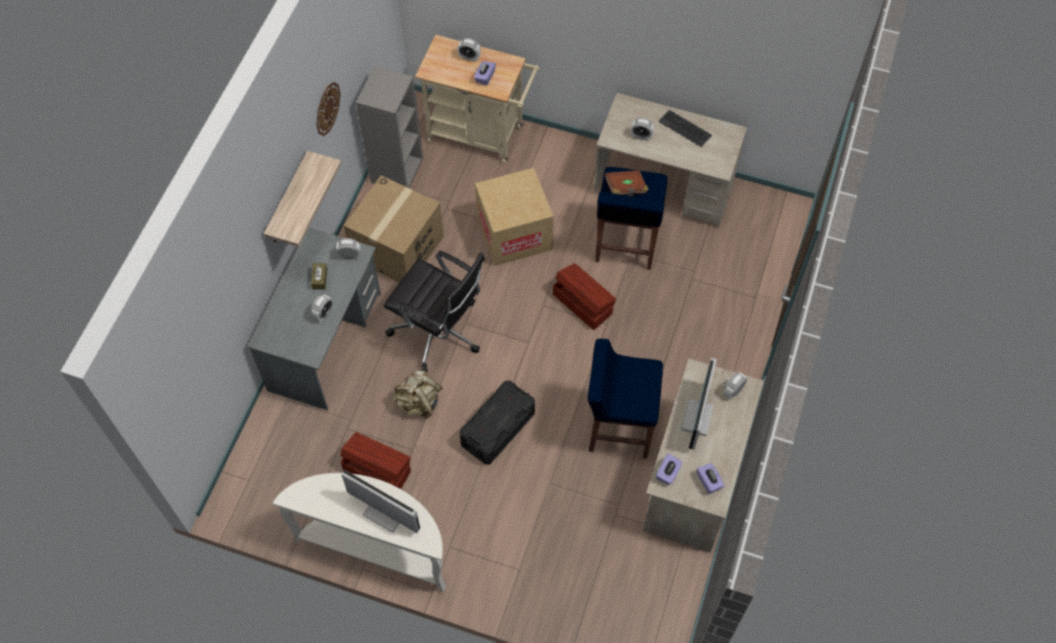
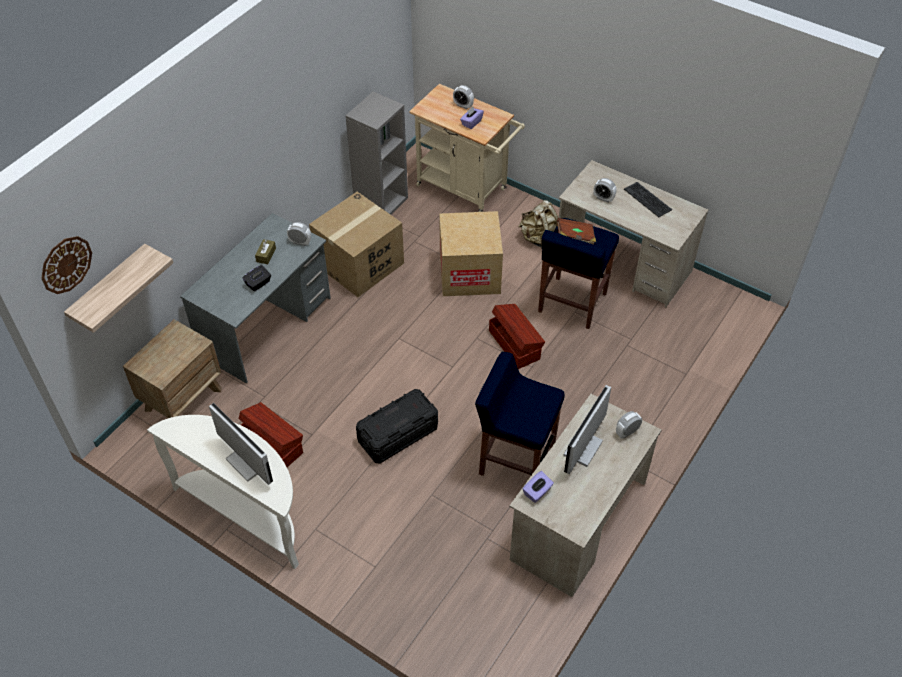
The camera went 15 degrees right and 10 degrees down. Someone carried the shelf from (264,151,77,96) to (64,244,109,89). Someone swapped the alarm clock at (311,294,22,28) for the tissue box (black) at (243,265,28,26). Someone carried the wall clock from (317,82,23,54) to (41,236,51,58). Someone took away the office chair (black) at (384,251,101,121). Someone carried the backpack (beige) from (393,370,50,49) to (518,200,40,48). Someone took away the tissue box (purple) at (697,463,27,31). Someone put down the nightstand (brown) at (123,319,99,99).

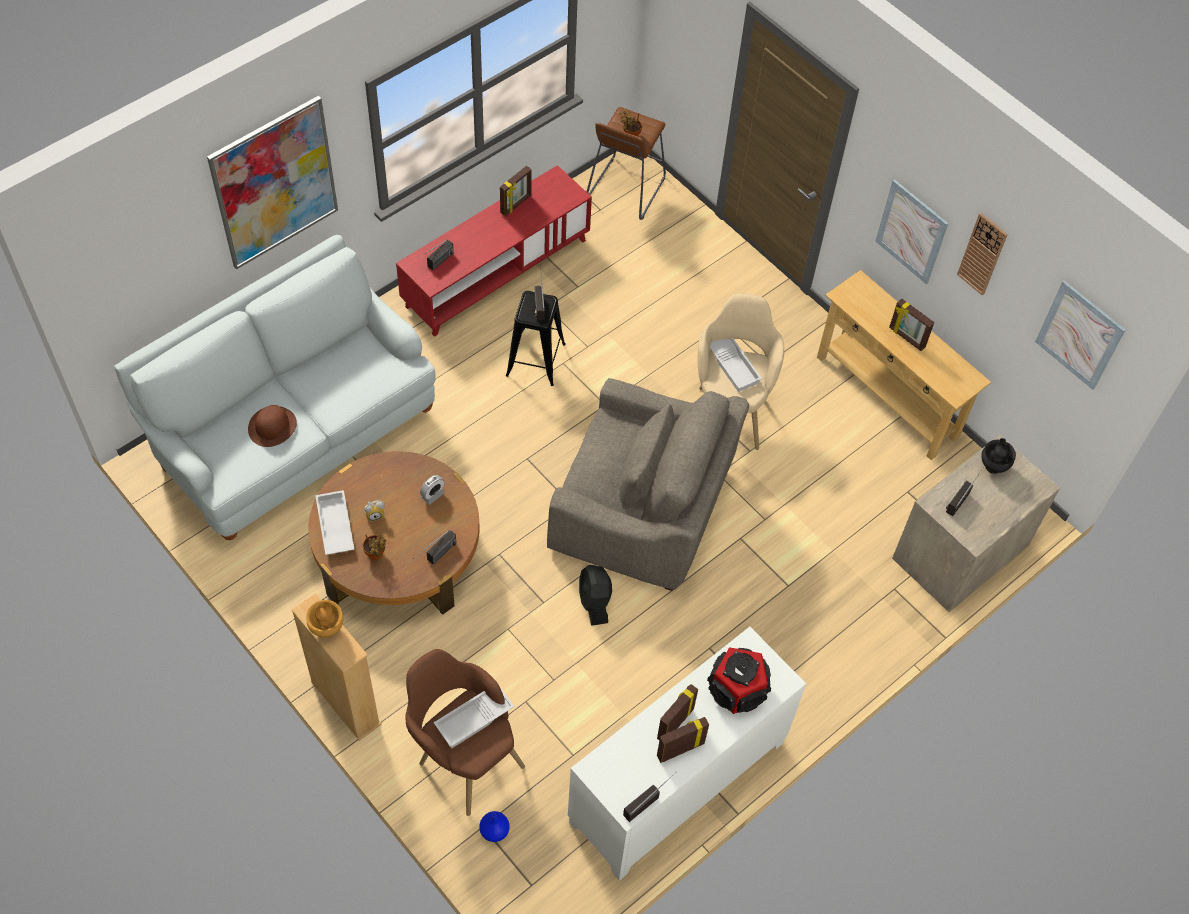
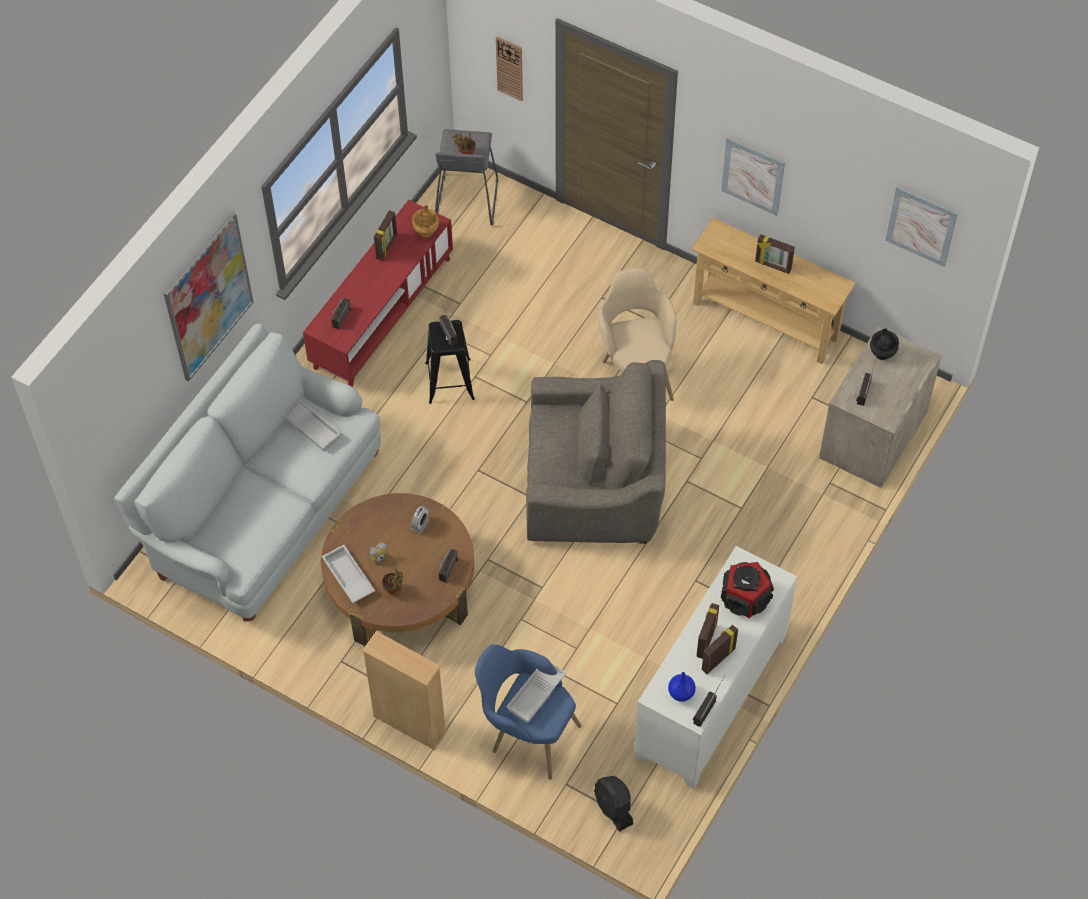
The camera went 15 degrees left and 0 degrees up. Someone took away the hat (brown) at (248,405,49,42). Someone carried the vase (brown) from (306,600,38,37) to (412,205,27,32). Someone repainted the armchair (brown) at (405,649,120,167), which became the armchair (blue) at (475,644,107,136). Someone carried the vase (blue) from (479,811,31,31) to (668,672,28,30). Someone carried the fan (black) from (579,565,33,61) to (594,776,39,56). Someone repainted the stool (brown) at (586,107,80,113), which became the stool (grey) at (435,129,63,96). Someone carried the tray (white) from (710,338,52,54) to (285,400,56,51). Someone carried the wall clock from (957,213,51,83) to (496,37,27,64).

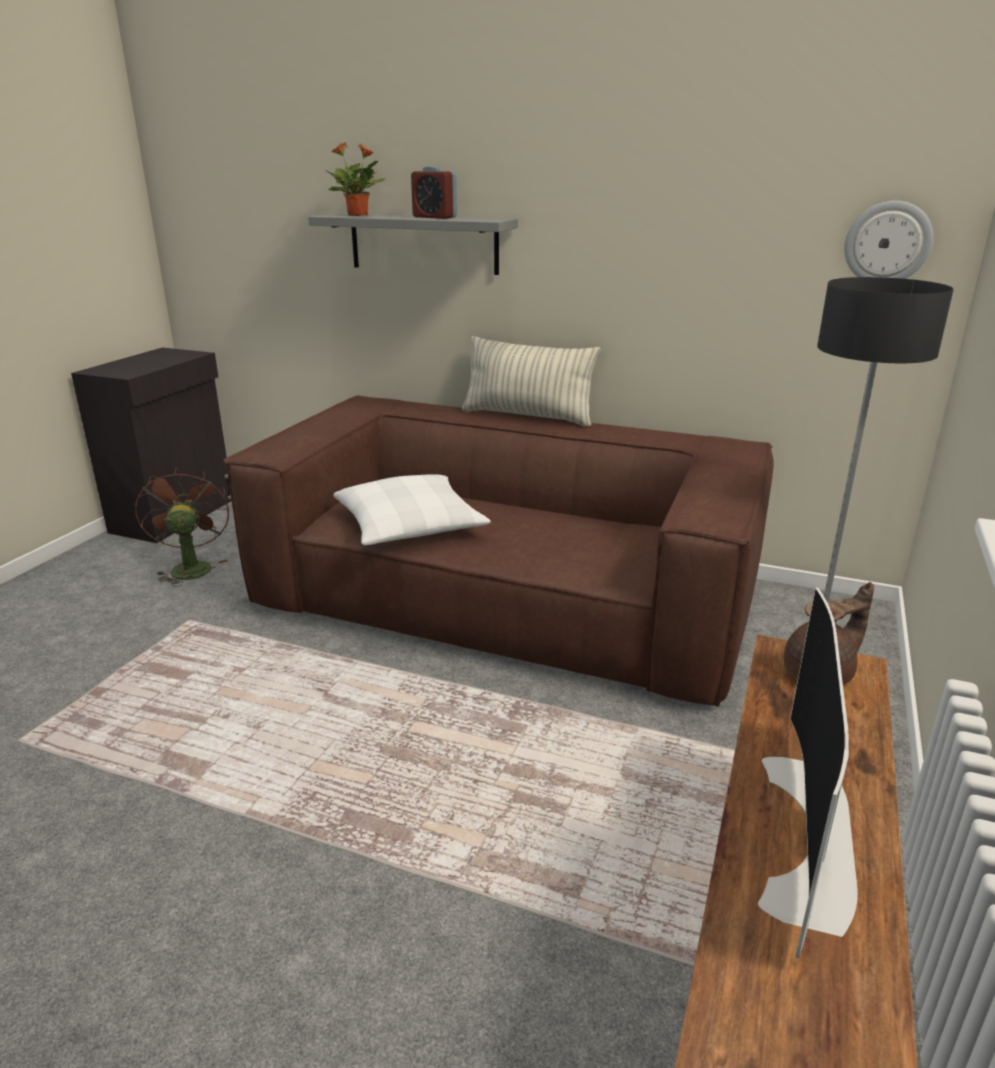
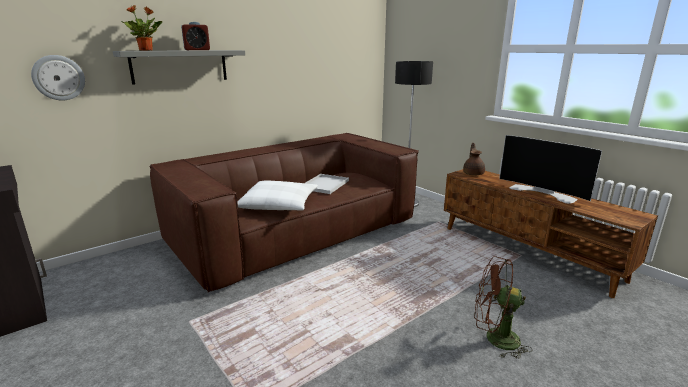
The camera went 60 degrees left and 5 degrees down. Someone carried the fan (brown) from (135,467,94,120) to (474,256,58,103). Someone took away the pillow at (462,336,139,91). Someone carried the wall clock from (844,201,89,78) to (31,55,54,46). Someone put down the tray (white) at (305,174,44,20).

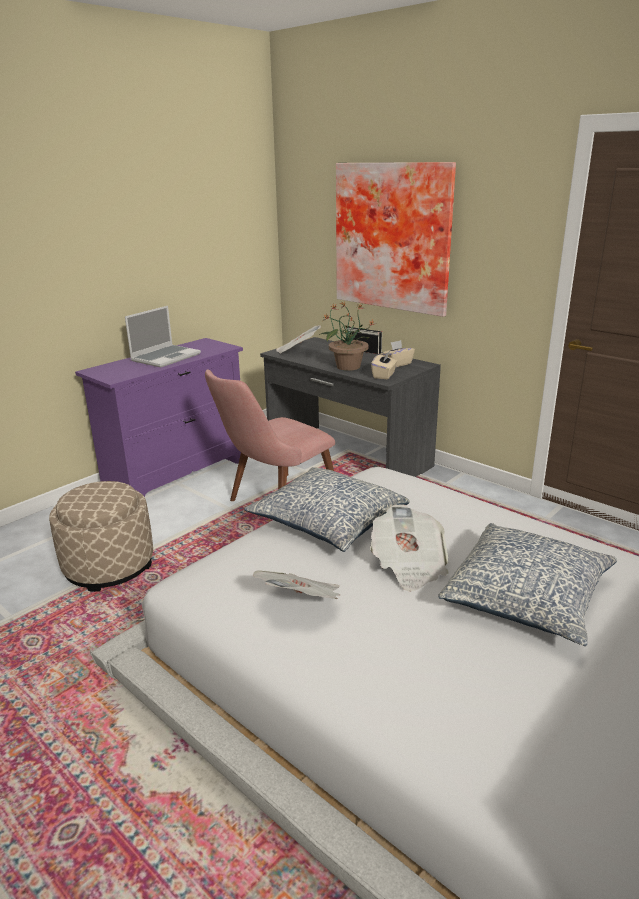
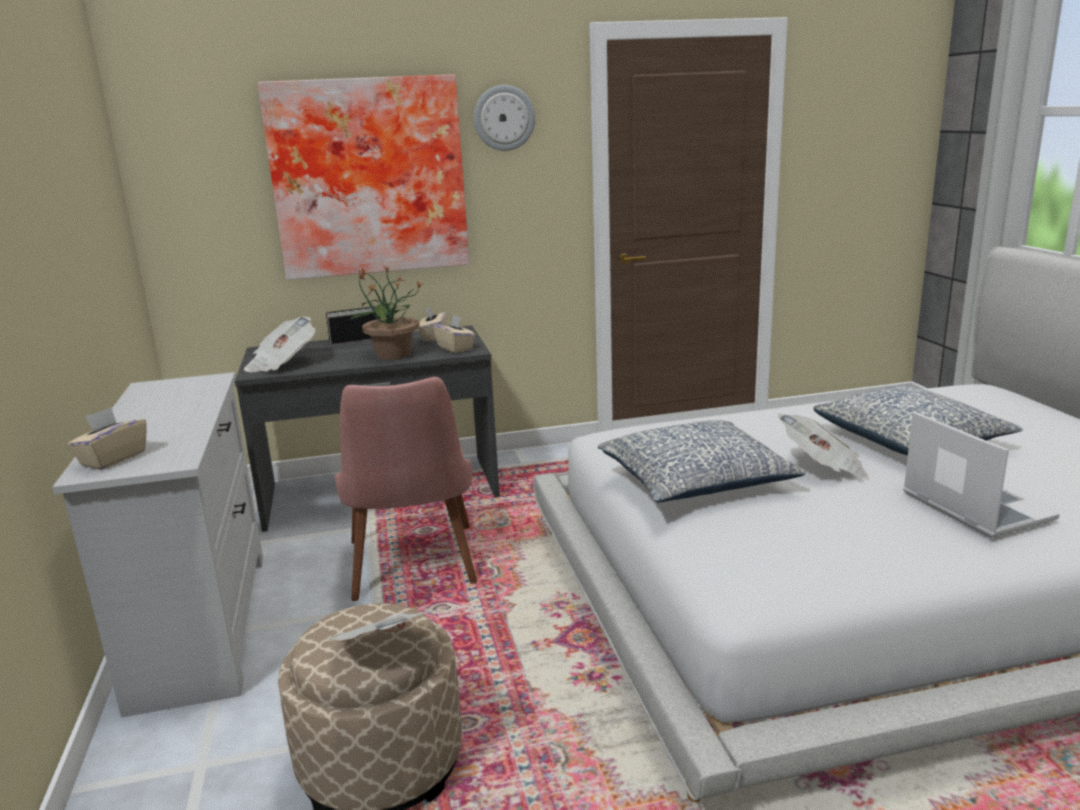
The camera went 55 degrees left and 5 degrees down. Someone repainted the dresser (purple) at (75,338,168,159), which became the dresser (white) at (52,372,211,345). Someone carried the laptop from (125,306,76,61) to (903,412,157,126). Someone carried the newspaper from (253,570,87,29) to (328,609,115,32). Someone put down the tissue box (beige) at (67,407,80,63). Someone put up the wall clock at (474,85,61,66).

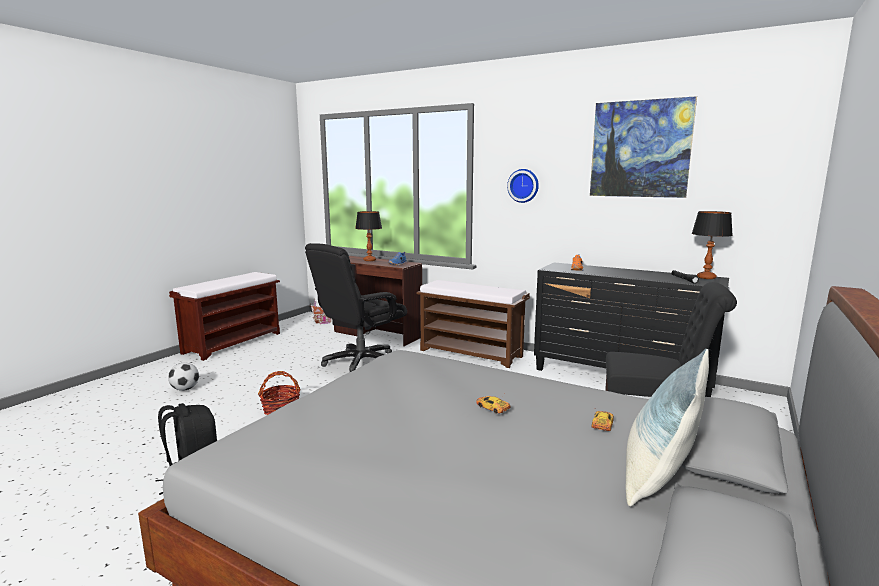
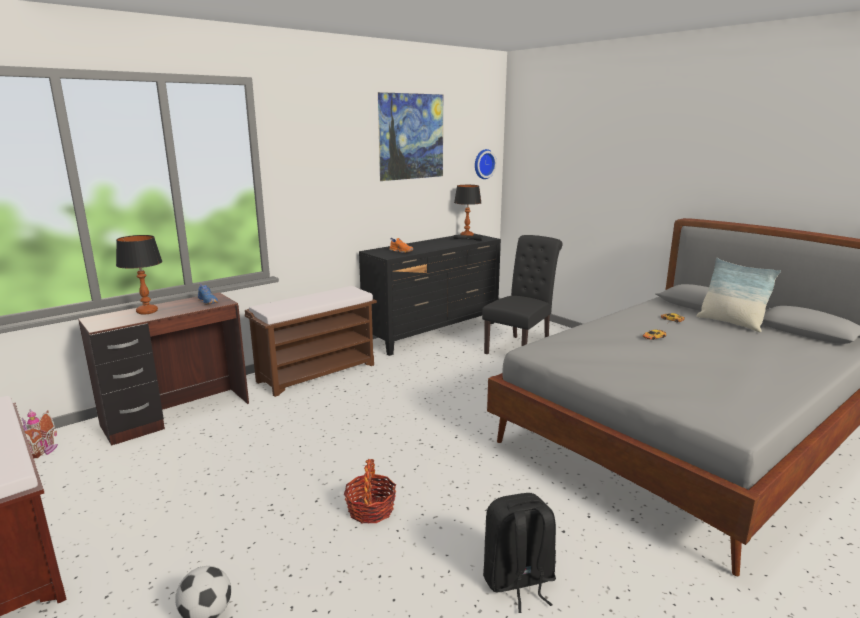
The camera went 70 degrees left and 5 degrees up. Someone took away the office chair (black) at (305,243,102,129). Someone carried the wall clock from (507,169,32,34) to (475,149,22,30).

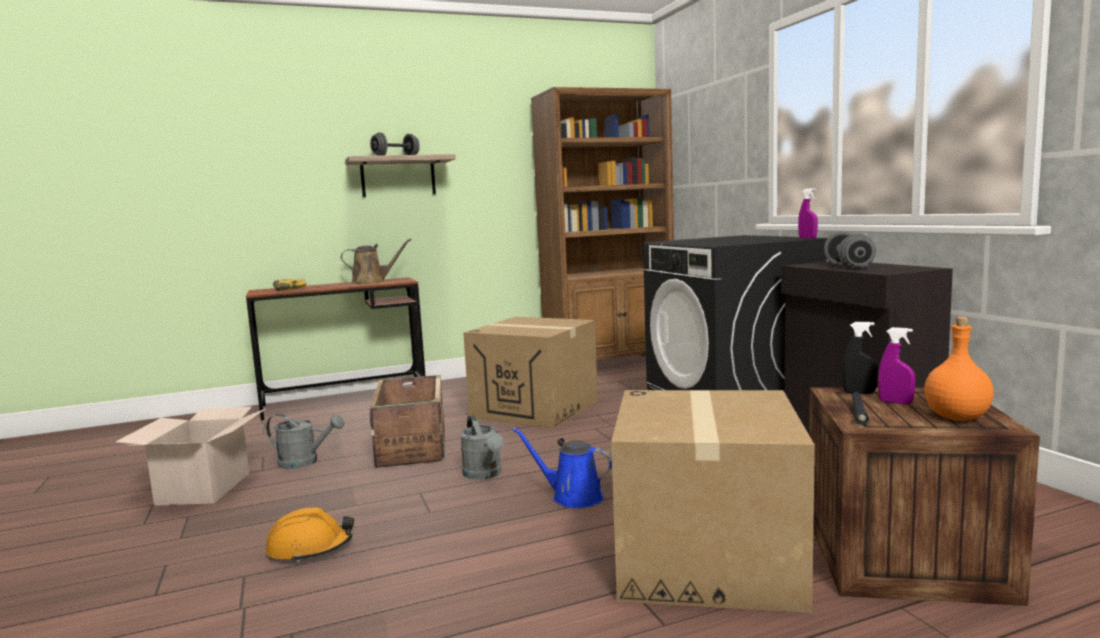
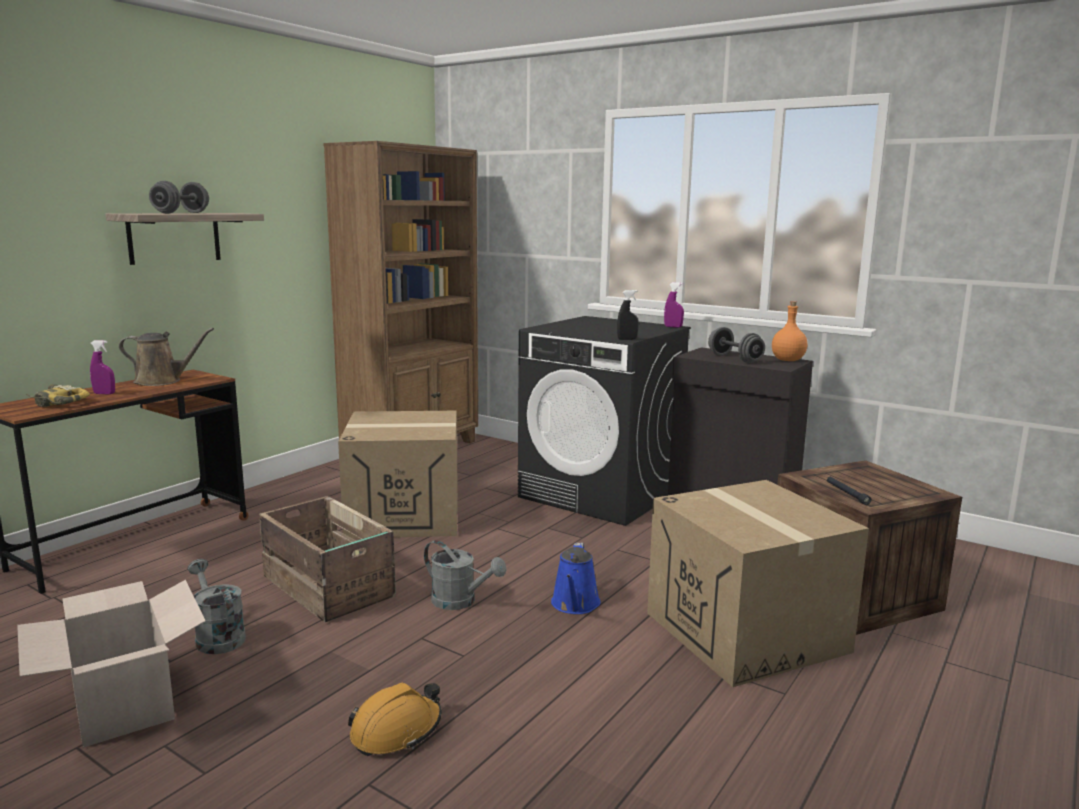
The camera went 35 degrees left and 5 degrees up. Someone rotated the watering can (grey) at (266,414,78,55) by 105 degrees counterclockwise. Someone rotated the watering can (brown) at (341,238,71,46) by 45 degrees clockwise. Someone rotated the watering can (blue) at (512,428,100,80) by 75 degrees counterclockwise. Someone carried the spray bottle (black) from (842,322,36,72) to (617,290,22,50). Someone carried the spray bottle (purple) from (878,327,38,77) to (90,340,25,55). Someone carried the bottle (orange) from (924,317,70,104) to (772,301,35,60).

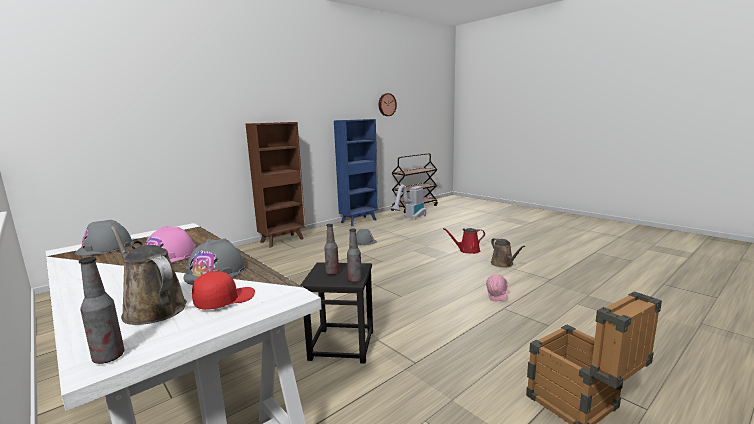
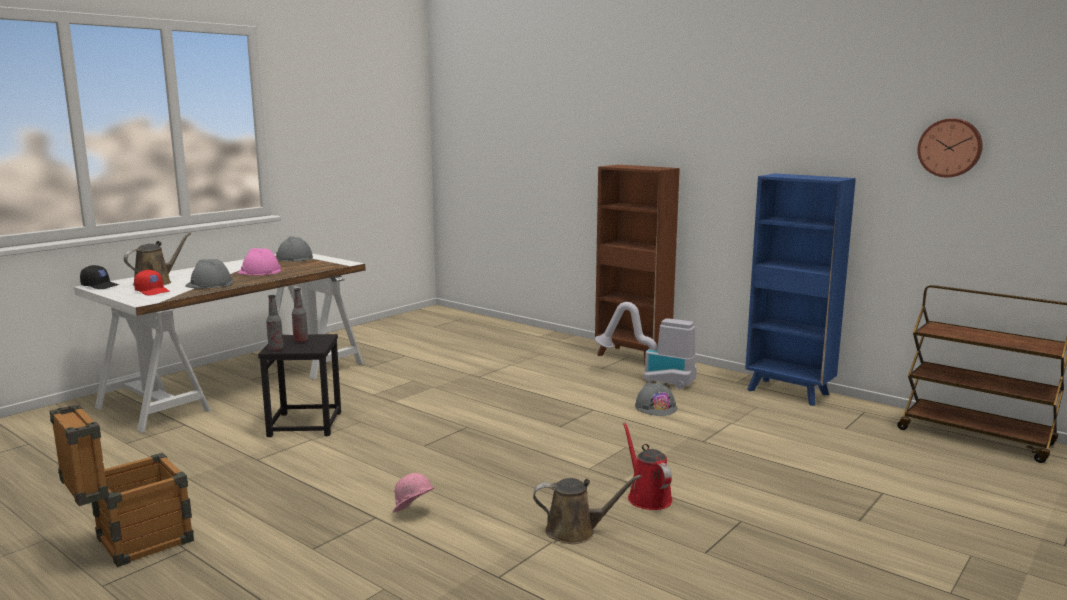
The camera went 80 degrees right and 0 degrees up. Someone swapped the bottle at (79,257,45,107) for the cap (black) at (80,265,39,24). Someone carried the vacuum cleaner from (391,185,35,34) to (595,302,102,87). Someone rotated the watering can (brown) at (491,238,34,30) by 150 degrees counterclockwise.

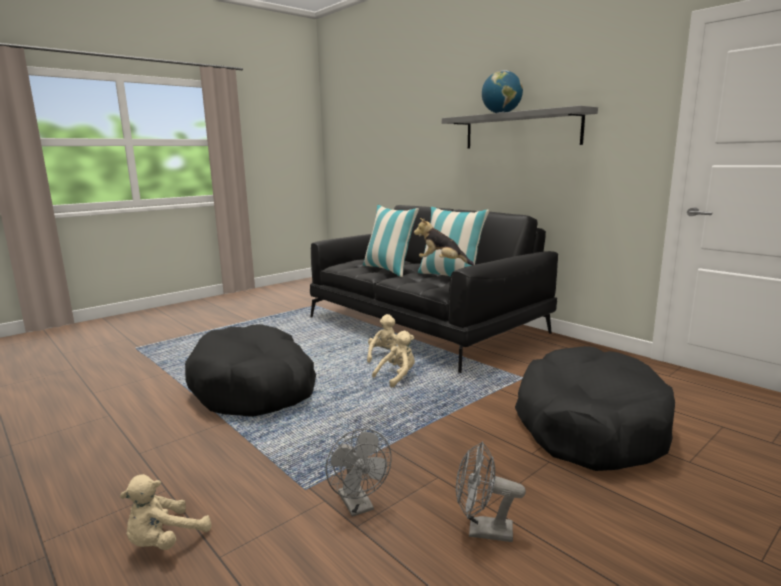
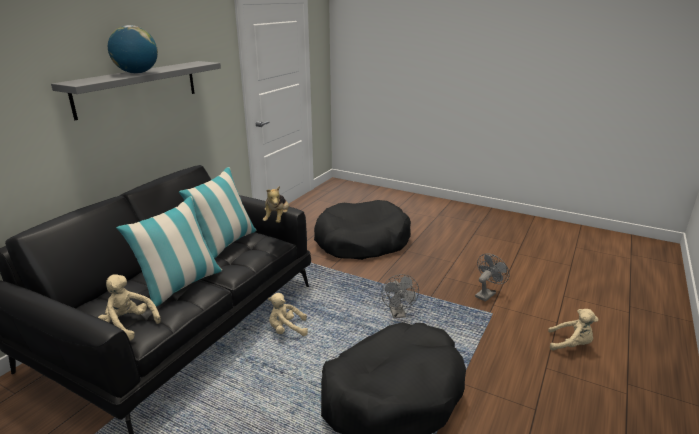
The camera went 110 degrees left and 10 degrees up. Someone carried the plush toy (beige) from (372,331,43,56) to (98,274,63,67). Someone carried the fan (grey) from (456,442,70,100) to (381,274,38,44).

